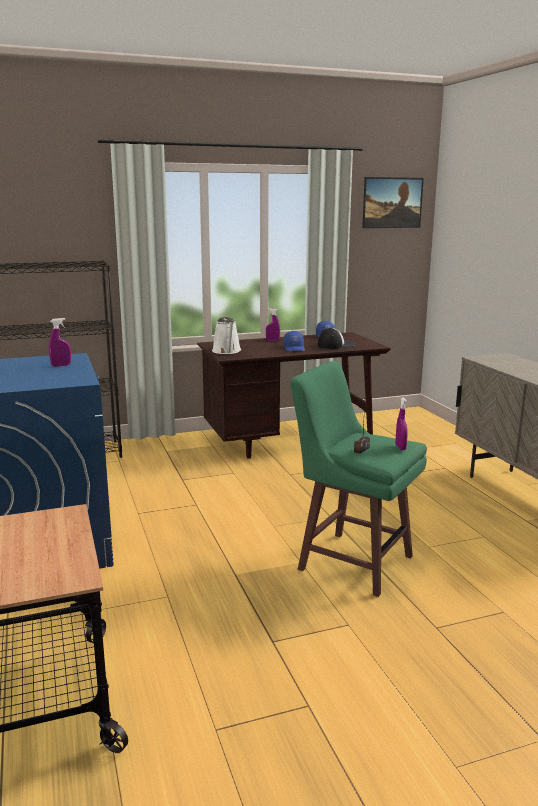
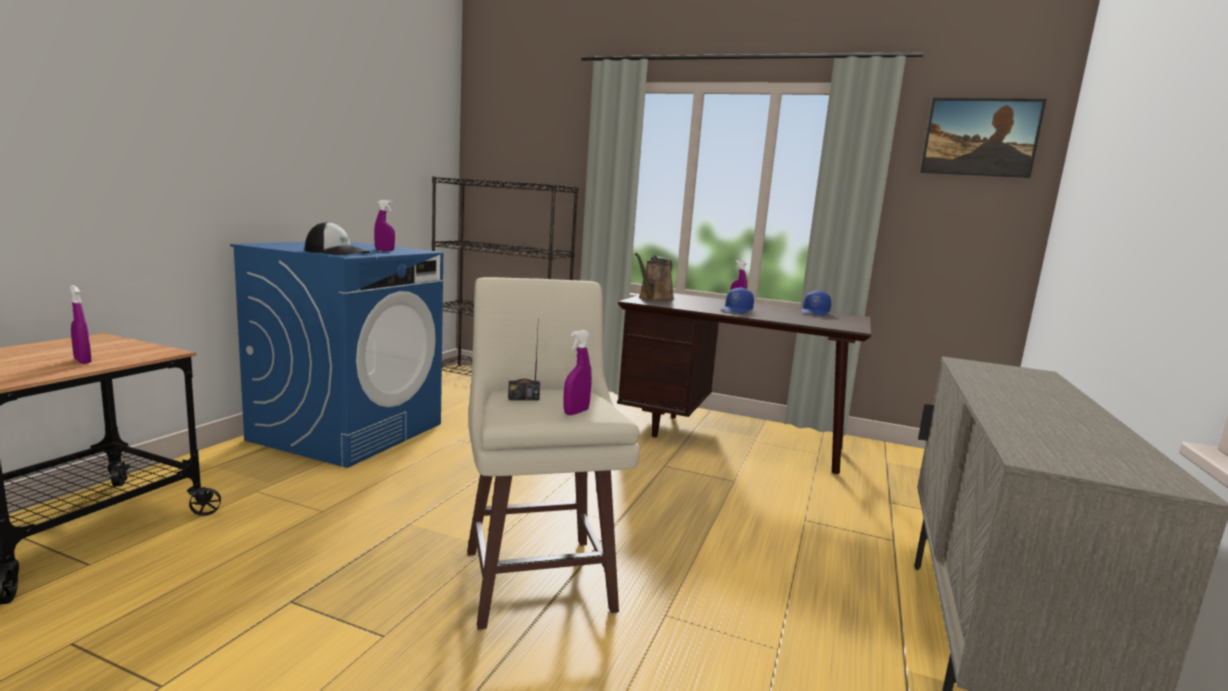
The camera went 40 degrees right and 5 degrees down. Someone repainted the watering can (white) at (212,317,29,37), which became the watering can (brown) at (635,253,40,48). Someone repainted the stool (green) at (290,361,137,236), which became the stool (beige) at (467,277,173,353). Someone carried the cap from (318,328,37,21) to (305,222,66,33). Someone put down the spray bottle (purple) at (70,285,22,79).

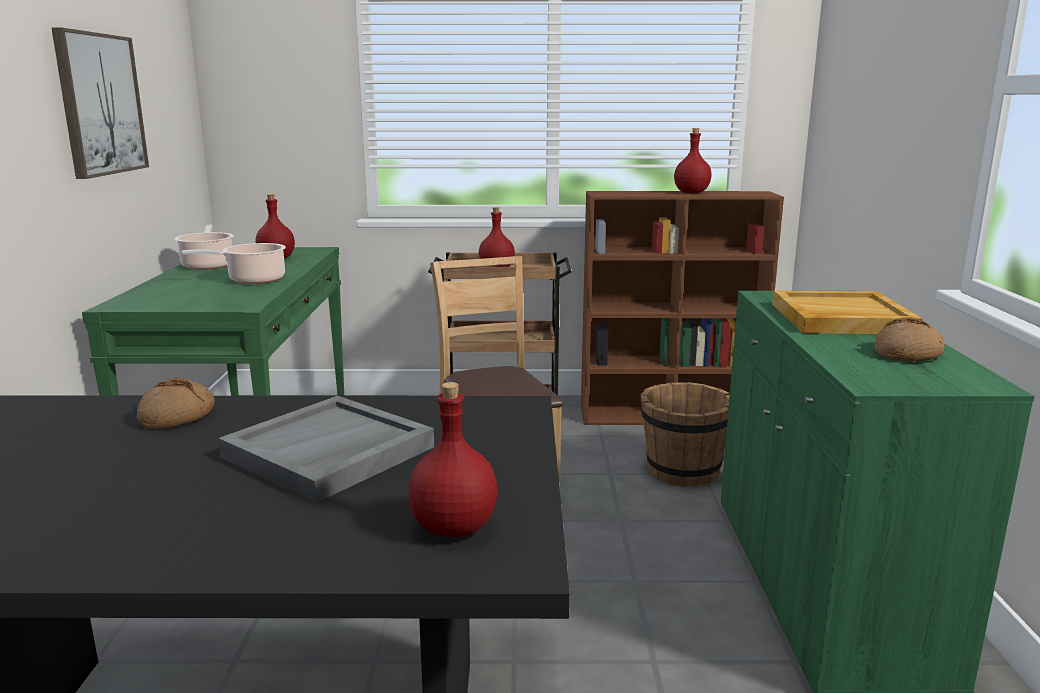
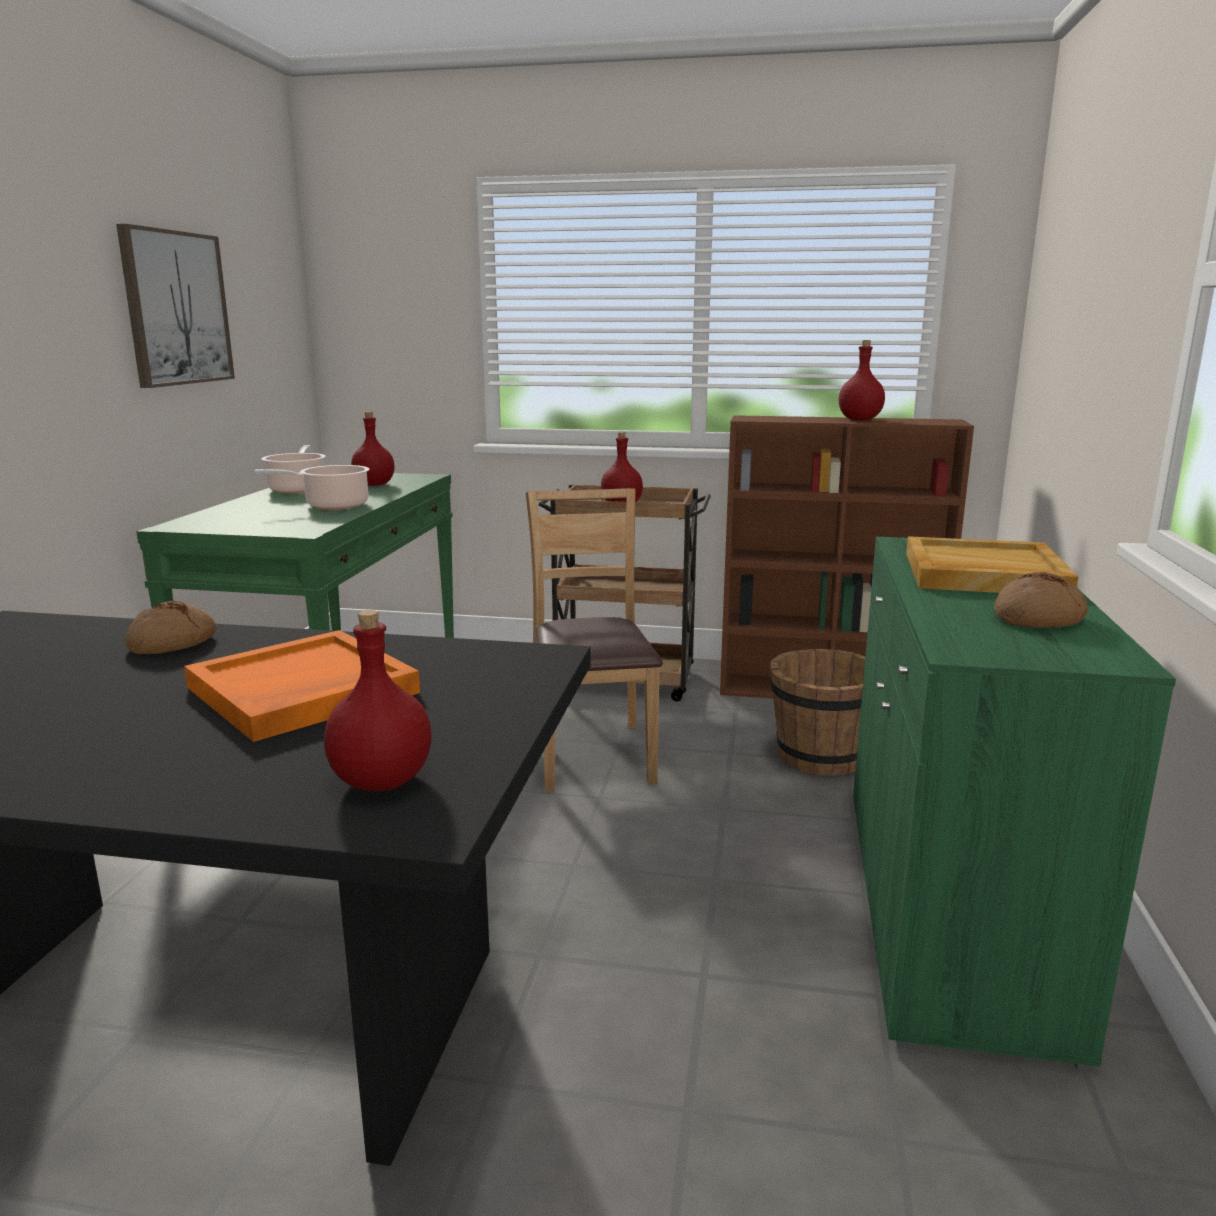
The camera went 10 degrees right and 0 degrees up. Someone repainted the tray (grey) at (218,396,216,107), which became the tray (orange) at (184,630,236,112).

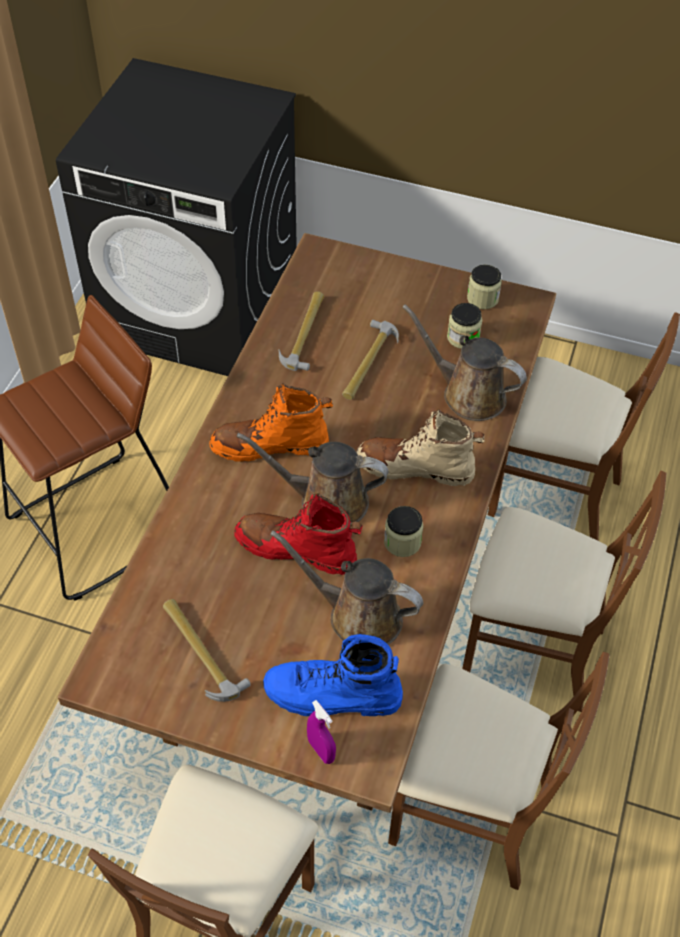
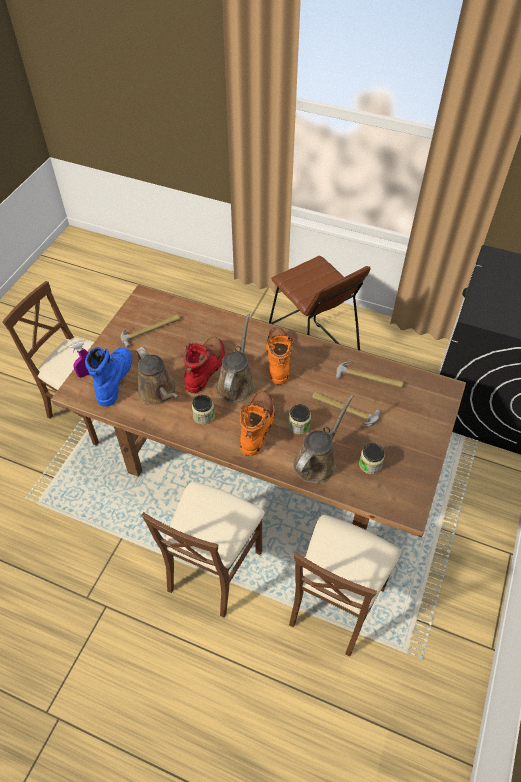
The camera went 95 degrees right and 0 degrees up. Someone rotated the watering can (brown) at (270,530,153,115) by 120 degrees clockwise. Someone repainted the boot (beige) at (356,409,128,77), which became the boot (orange) at (240,391,35,65). Someone took away the chair (brown) at (388,652,222,238). Someone carried the jar from (467,265,35,44) to (288,404,23,31).

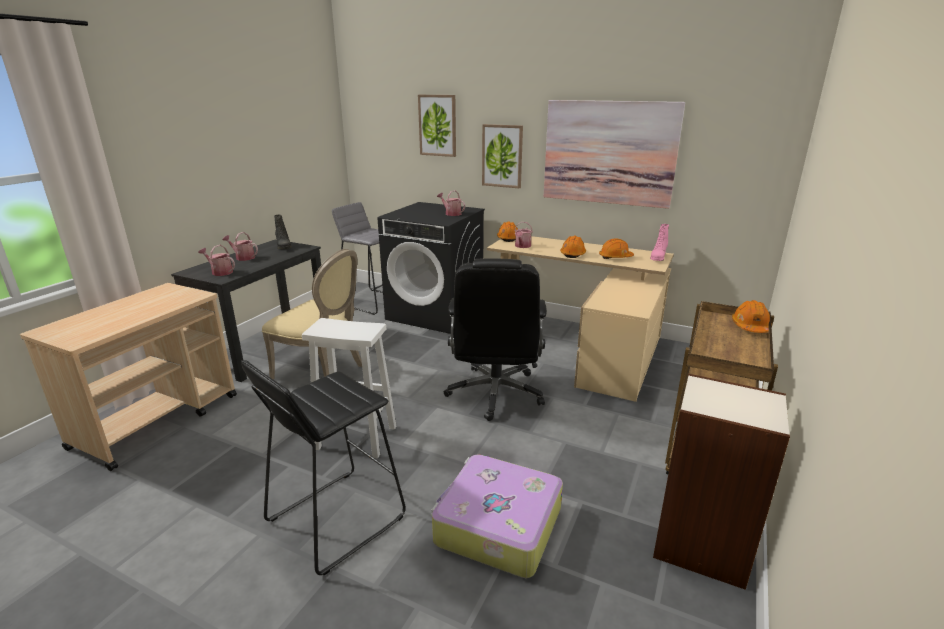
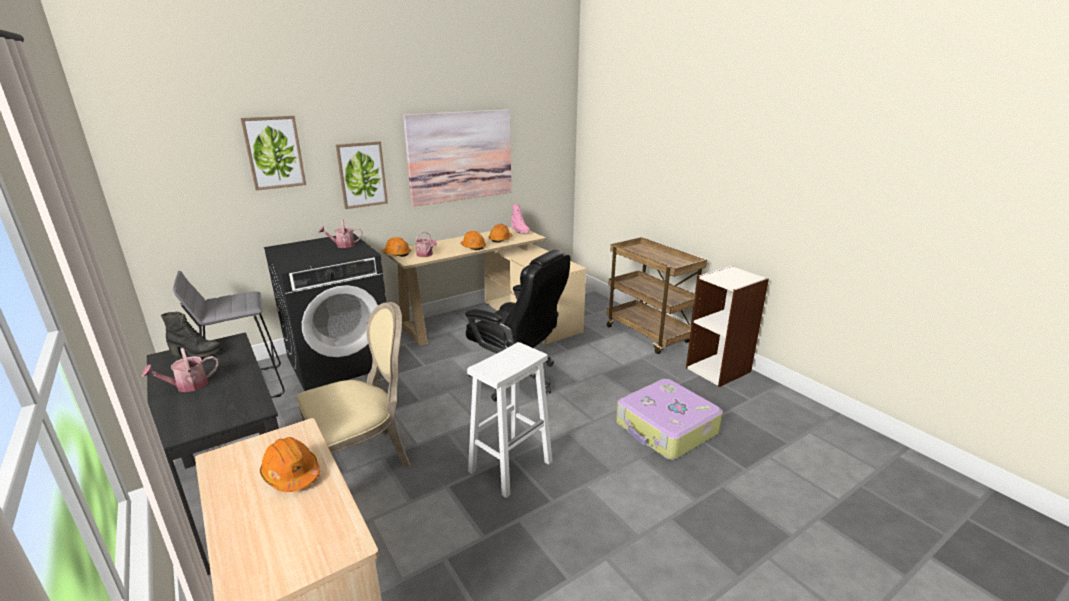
The camera went 60 degrees left and 0 degrees up. Someone took away the watering can at (199,245,36,31). Someone took away the stool (black) at (241,360,165,216). Someone carried the hard hat (orange) from (732,300,40,33) to (260,437,60,55).

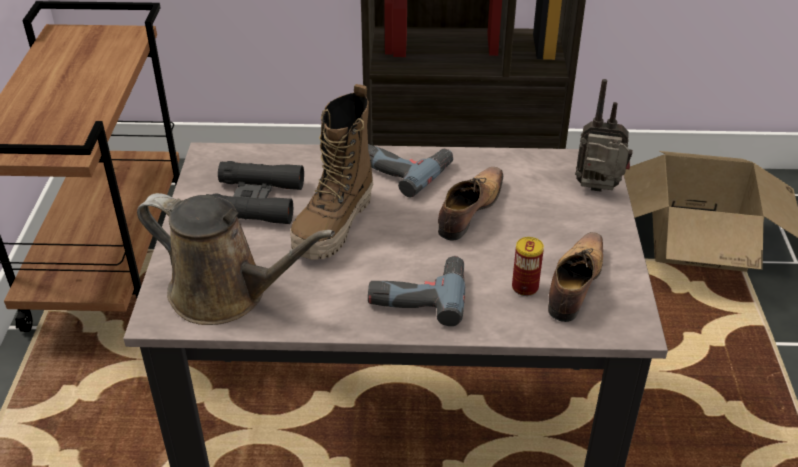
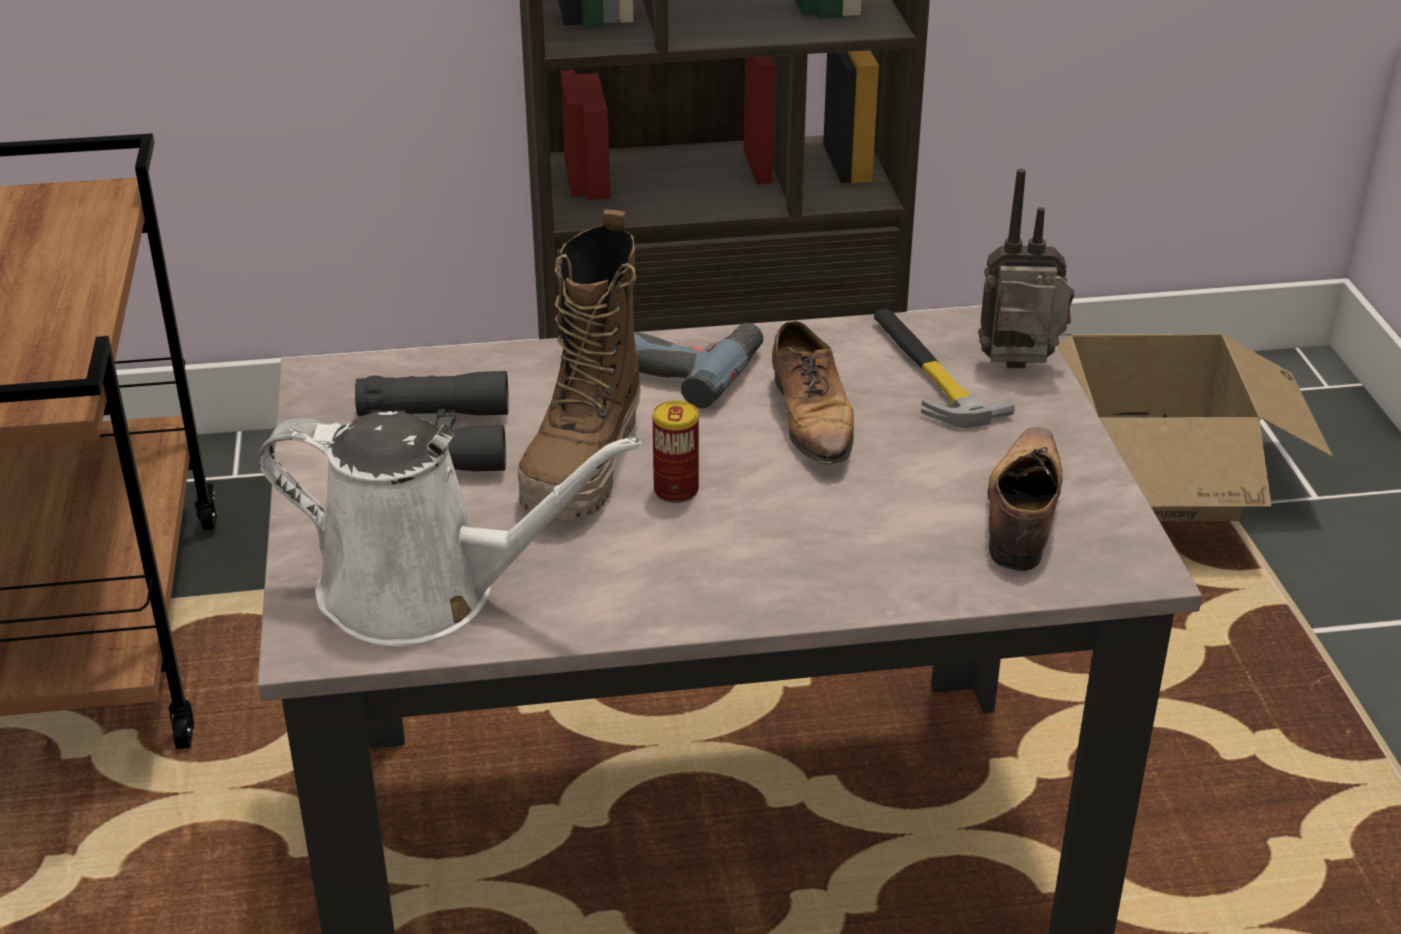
The camera went 10 degrees left and 5 degrees down. Someone repainted the watering can (brown) at (137,193,198,132), which became the watering can (white) at (258,411,383,235). Someone took away the power drill at (368,256,97,70). Someone rotated the shoe at (438,167,65,73) by 150 degrees clockwise. Someone carried the can from (512,237,32,59) to (653,400,46,103). Someone put down the hammer at (873,309,142,119).

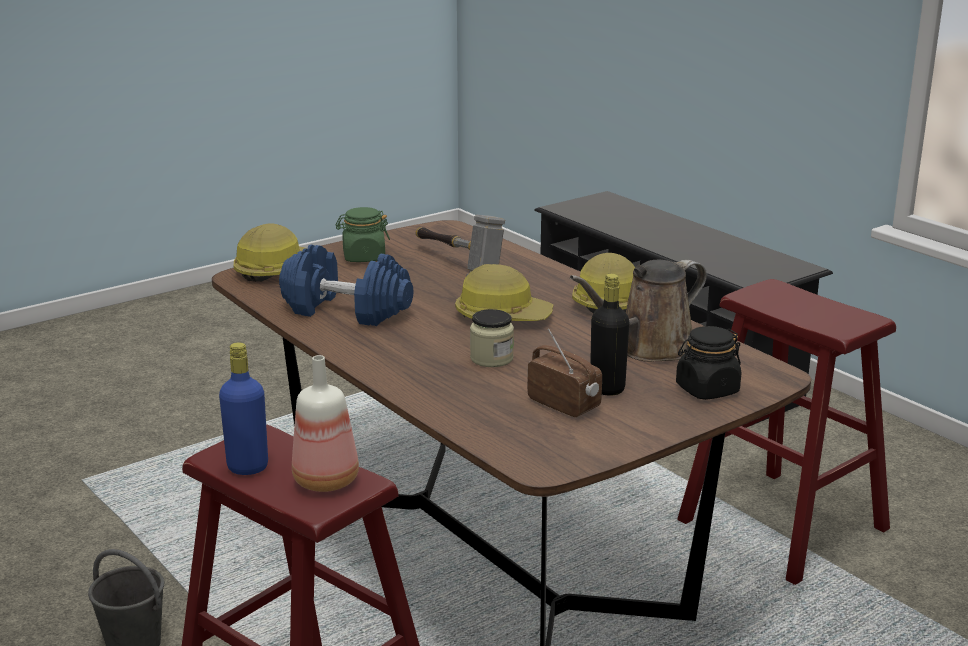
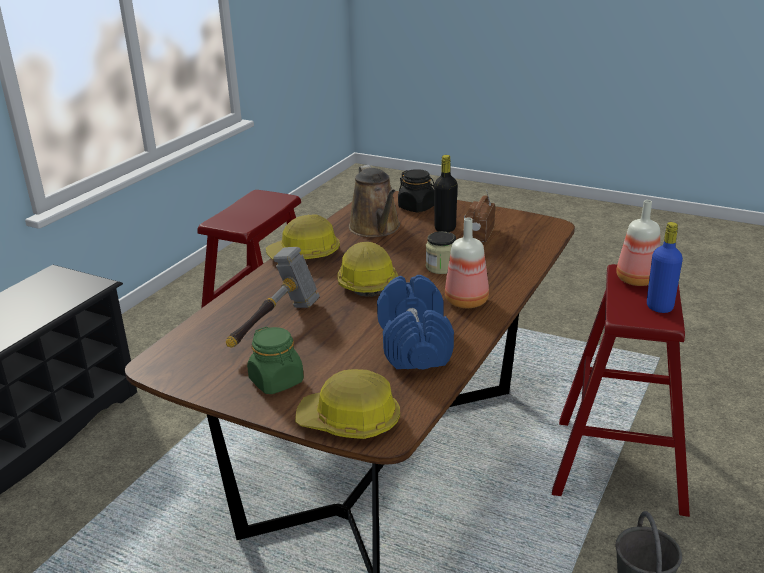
The camera went 115 degrees left and 5 degrees up. Someone rotated the watering can (brown) at (570,260,137,102) by 45 degrees clockwise. Someone put down the bottle at (445,217,44,91).

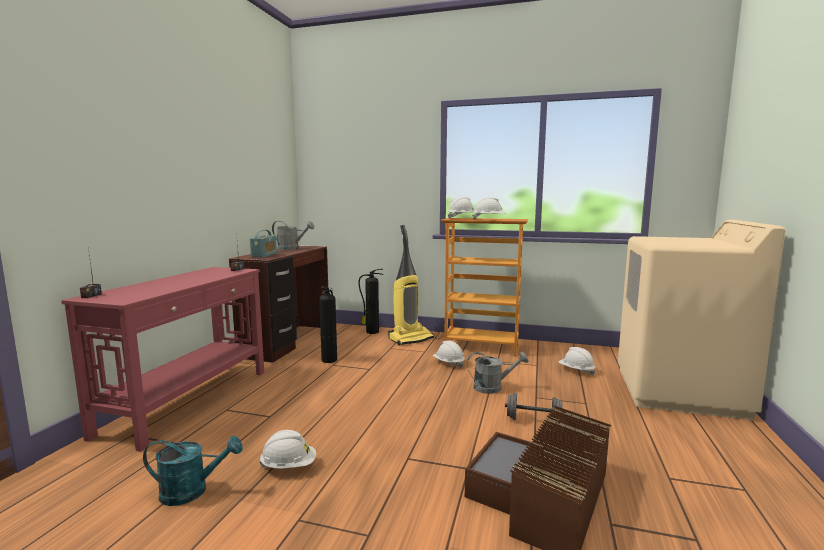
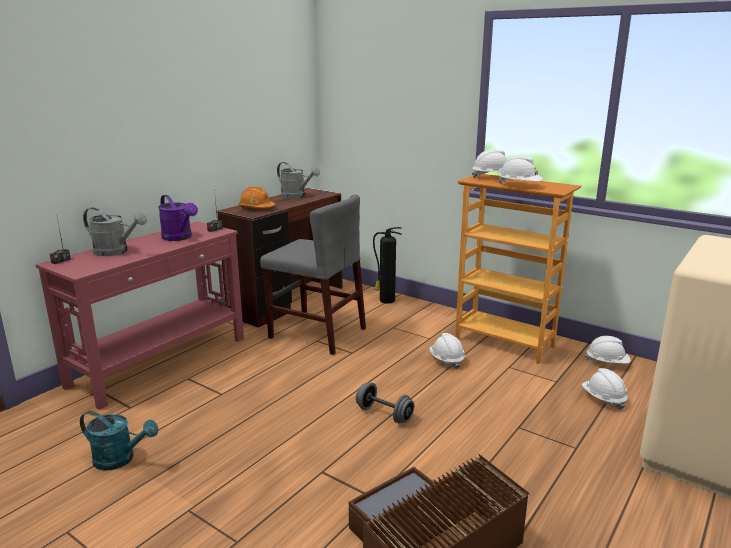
The camera went 20 degrees right and 10 degrees up. Someone swapped the radio at (250,230,27,28) for the hard hat (orange) at (238,186,37,22). Someone carried the hard hat (white) from (259,430,57,39) to (585,336,46,28). Someone swapped the fire extinguisher at (319,287,18,76) for the chair (grey) at (260,194,106,161). Someone took away the vacuum cleaner at (388,225,46,121). Someone carried the watering can (grey) from (467,352,61,42) to (83,207,64,49). Someone carried the dumbbell (grey) from (505,393,58,27) to (356,382,58,42). Someone put down the watering can (purple) at (158,195,40,46).

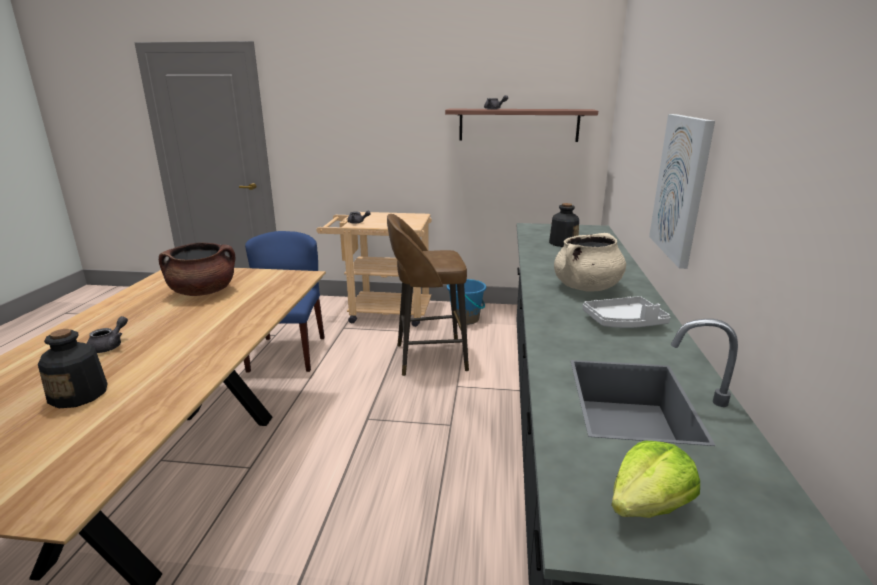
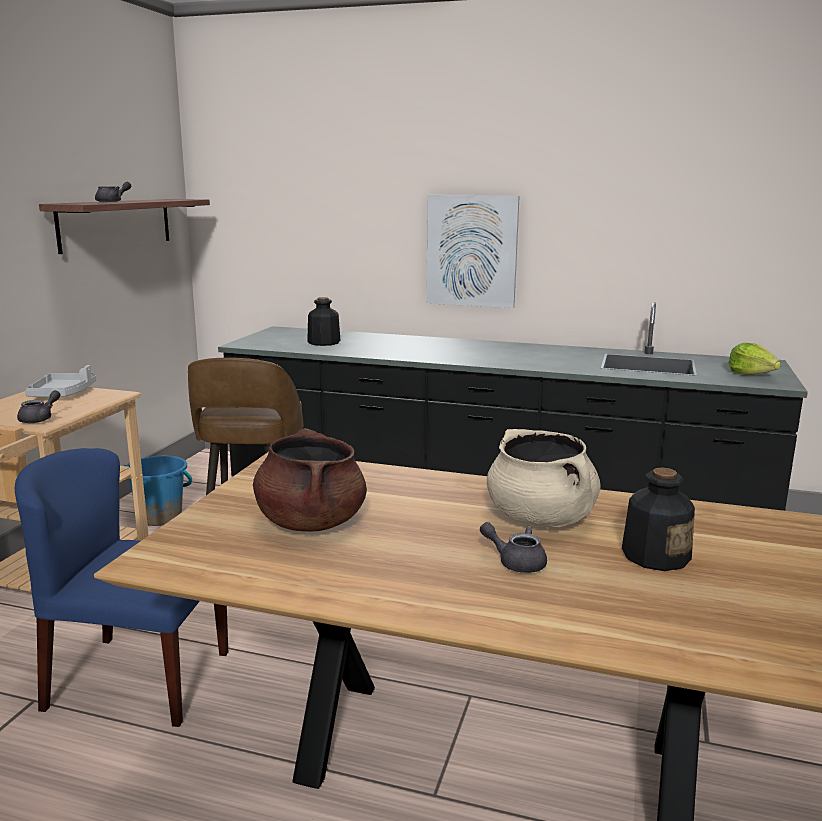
The camera went 80 degrees left and 5 degrees down. Someone carried the cooking pot (beige) from (554,233,72,58) to (487,429,114,99). Someone carried the tray (grey) from (583,296,88,32) to (25,365,71,32).

